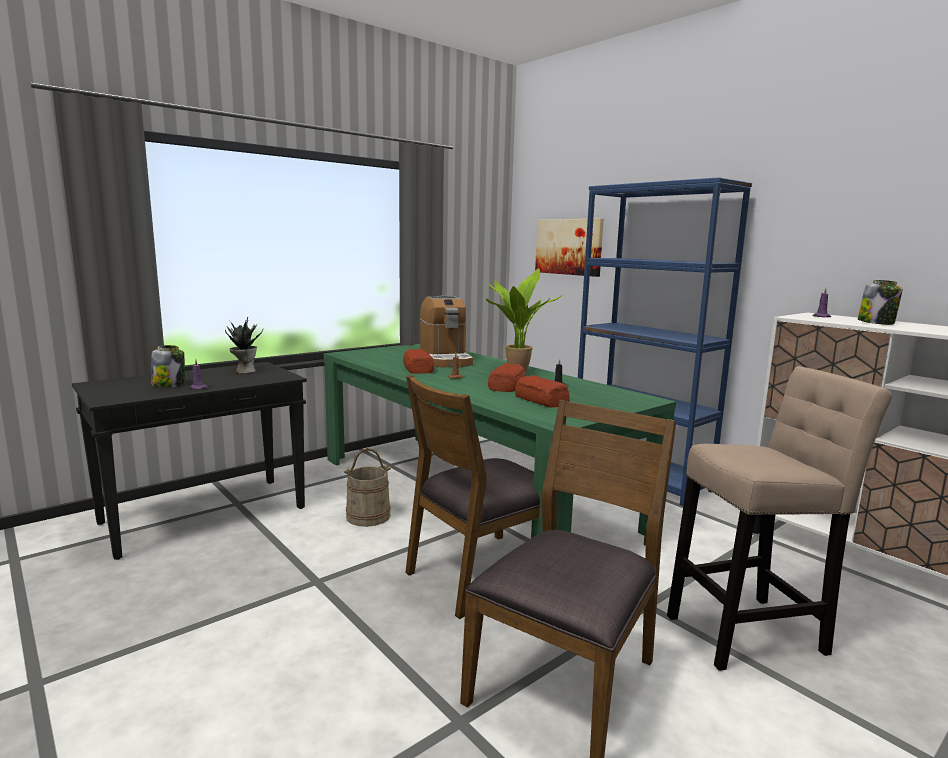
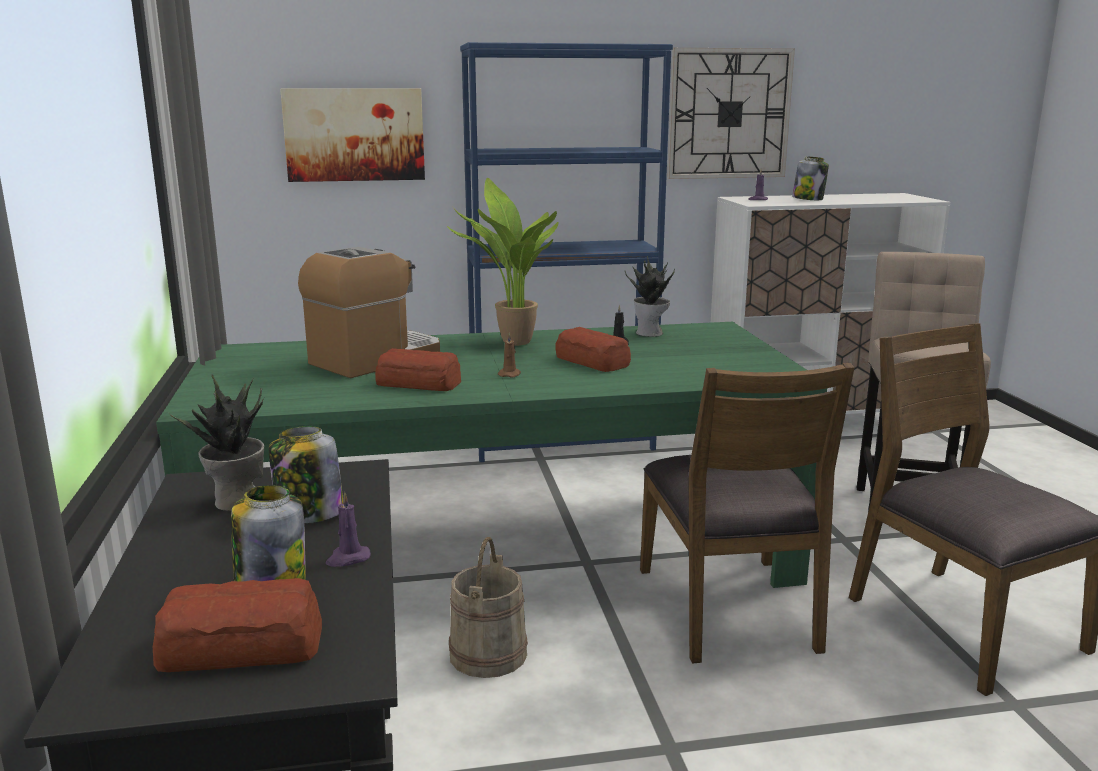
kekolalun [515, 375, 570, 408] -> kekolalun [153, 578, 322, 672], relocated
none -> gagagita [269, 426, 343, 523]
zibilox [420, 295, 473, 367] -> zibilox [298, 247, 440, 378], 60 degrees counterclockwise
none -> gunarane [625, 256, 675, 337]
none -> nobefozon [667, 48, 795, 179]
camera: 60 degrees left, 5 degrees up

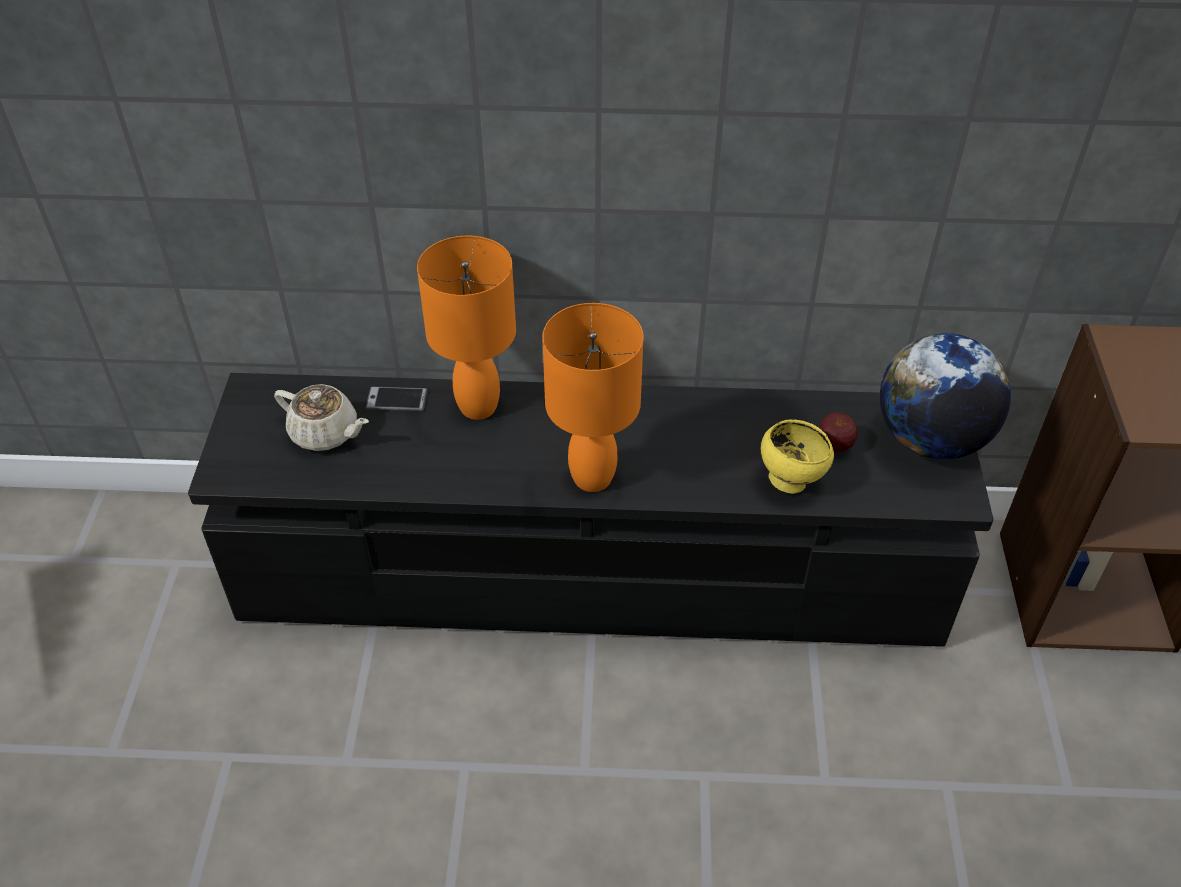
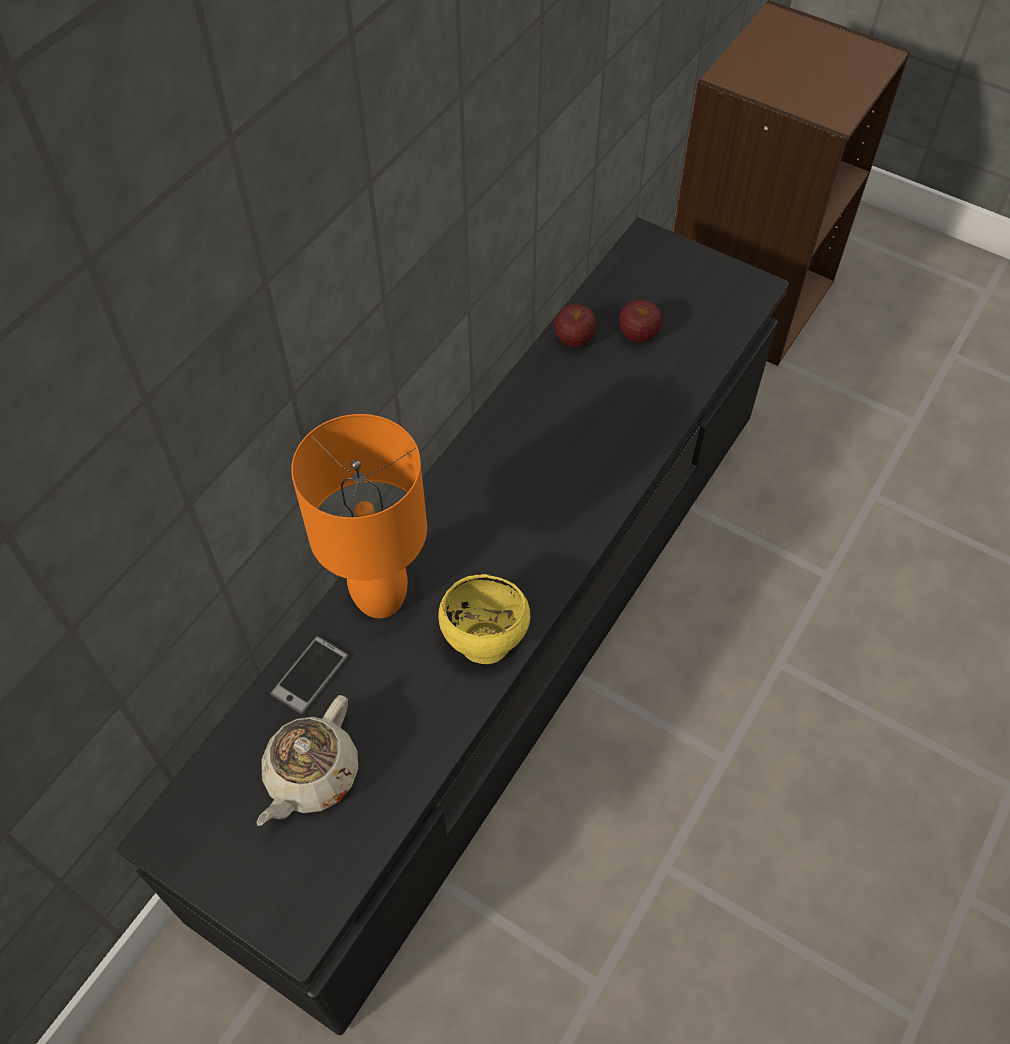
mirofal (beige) [274, 384, 369, 451] -> mirofal (beige) [257, 695, 358, 826], 150 degrees clockwise
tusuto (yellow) [761, 420, 834, 494] -> tusuto (yellow) [438, 574, 530, 664], relocated
none -> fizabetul [555, 304, 596, 348]
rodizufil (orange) [543, 303, 644, 492] -> none
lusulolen [880, 333, 1011, 459] -> none
camera: 60 degrees left, 10 degrees up

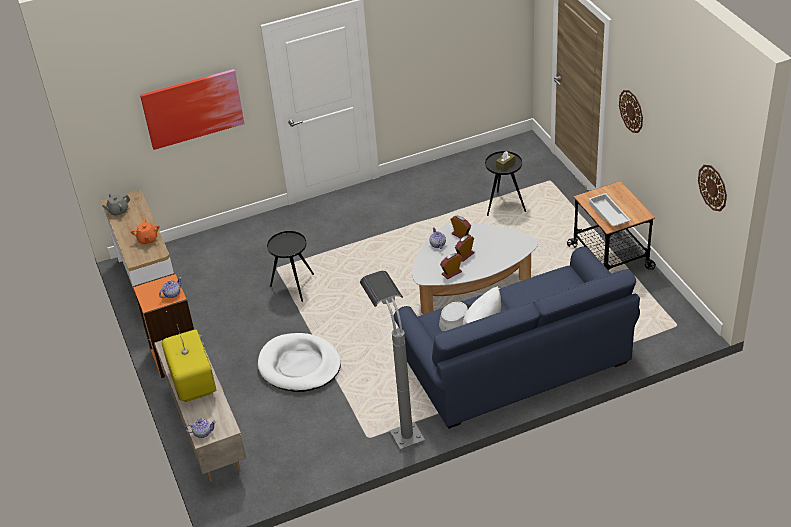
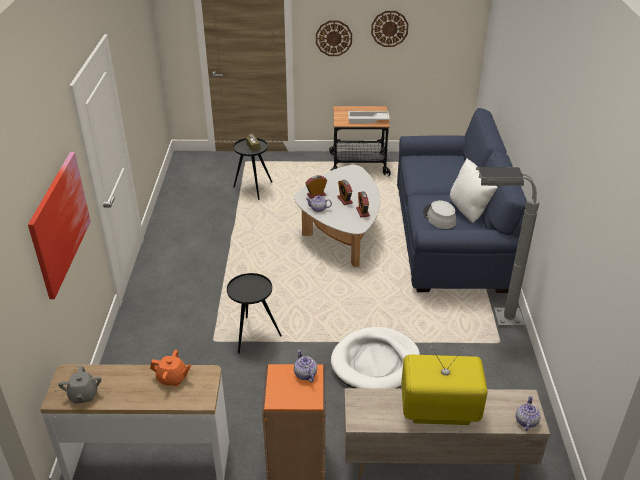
nobefozon [698, 165, 727, 211] -> nobefozon [371, 11, 409, 47], relocated
camera: 70 degrees left, 5 degrees down

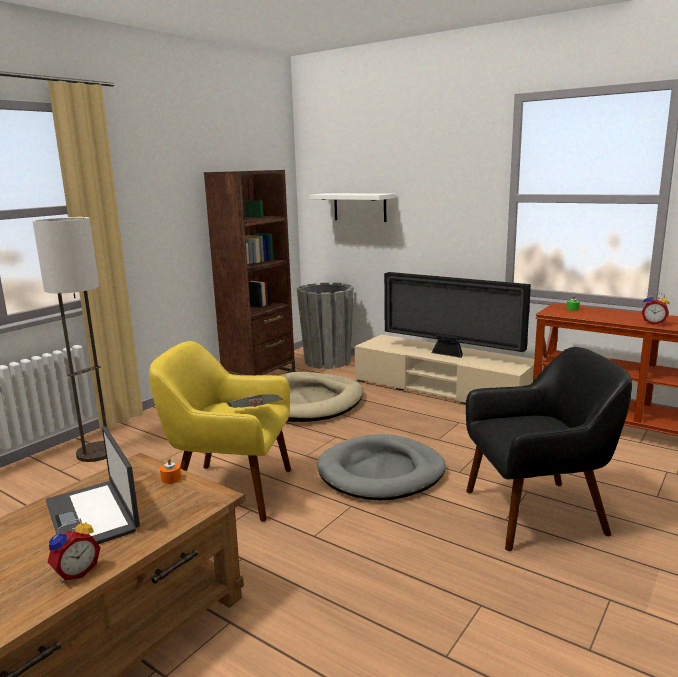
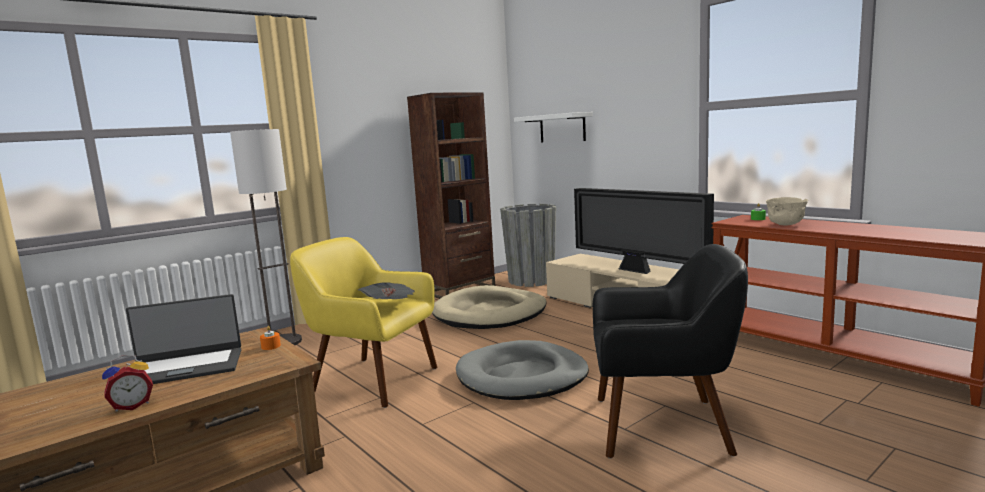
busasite [46, 426, 140, 544] -> busasite [126, 294, 241, 384], 90 degrees counterclockwise
none -> tusuto (beige) [766, 197, 808, 226]
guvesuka [642, 292, 670, 325] -> none
camera: 15 degrees right, 5 degrees down

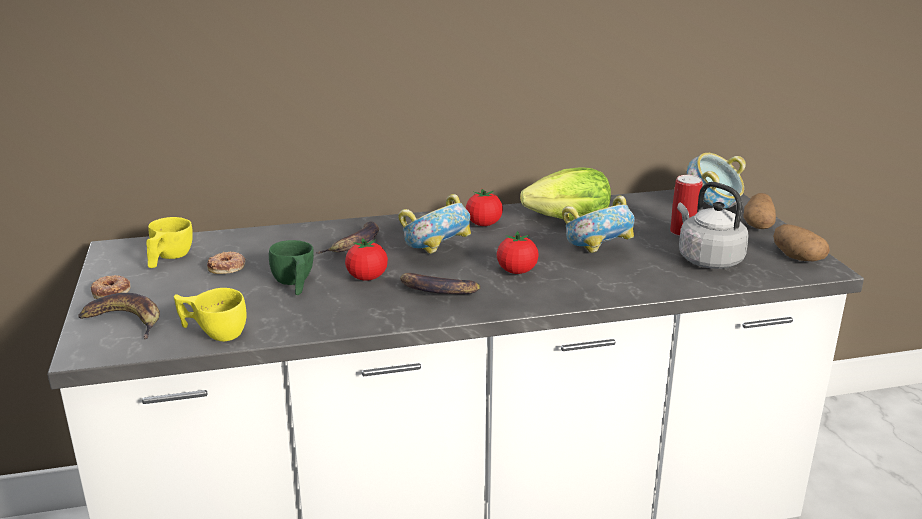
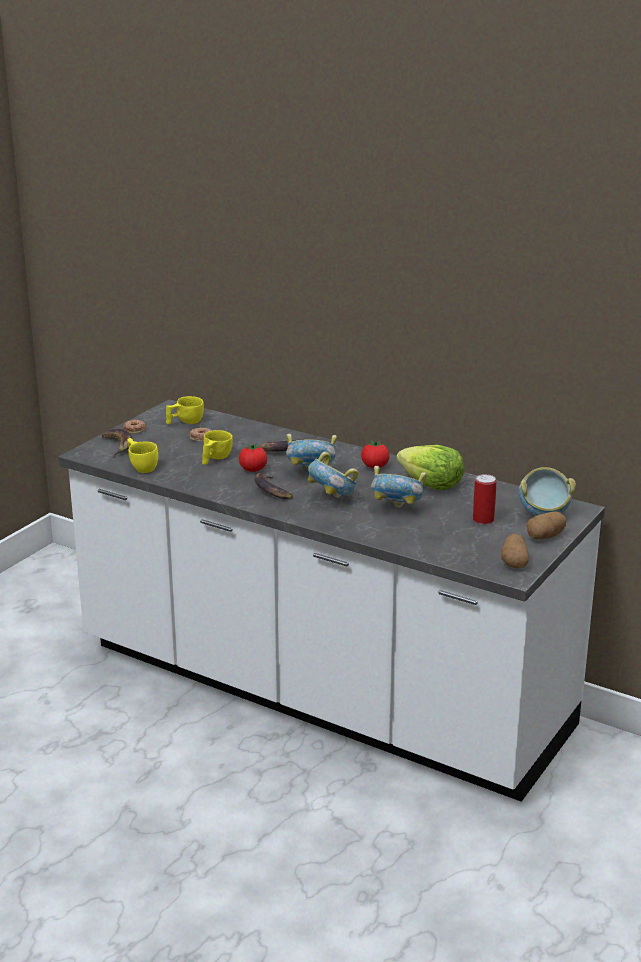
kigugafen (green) [269, 240, 314, 295] -> kigugafen (yellow) [202, 430, 233, 465]
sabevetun [497, 231, 539, 274] -> tusuto [308, 451, 358, 498]
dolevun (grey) [677, 182, 749, 269] -> none
camera: 45 degrees right, 0 degrees up

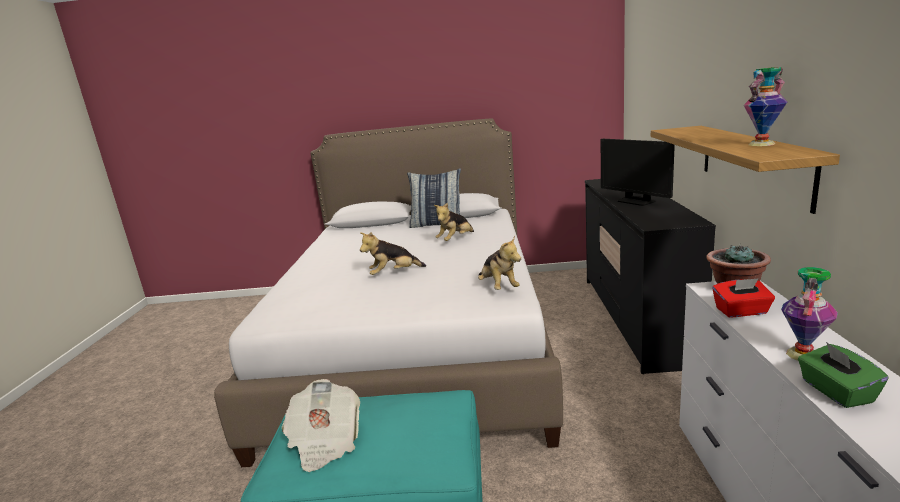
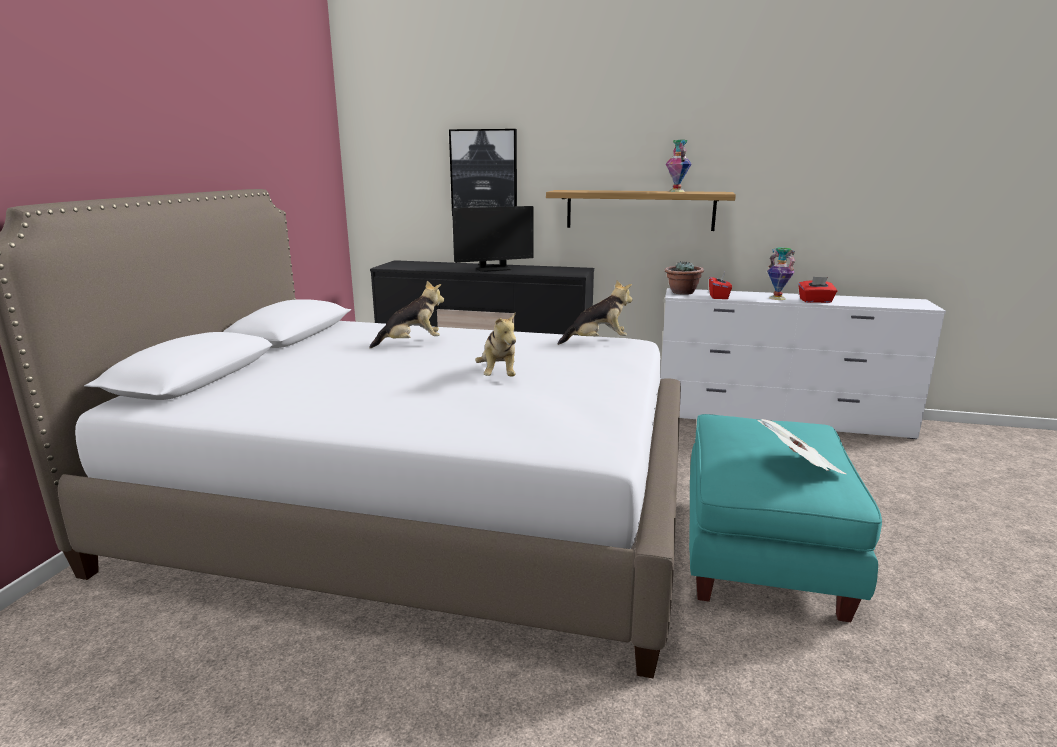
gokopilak [434, 202, 474, 241] -> gokopilak [369, 281, 444, 348], 75 degrees counterclockwise
none -> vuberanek [449, 129, 517, 208]
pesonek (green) [798, 342, 889, 408] -> pesonek (red) [798, 277, 837, 303]
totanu [407, 169, 461, 228] -> none
camera: 80 degrees left, 0 degrees up

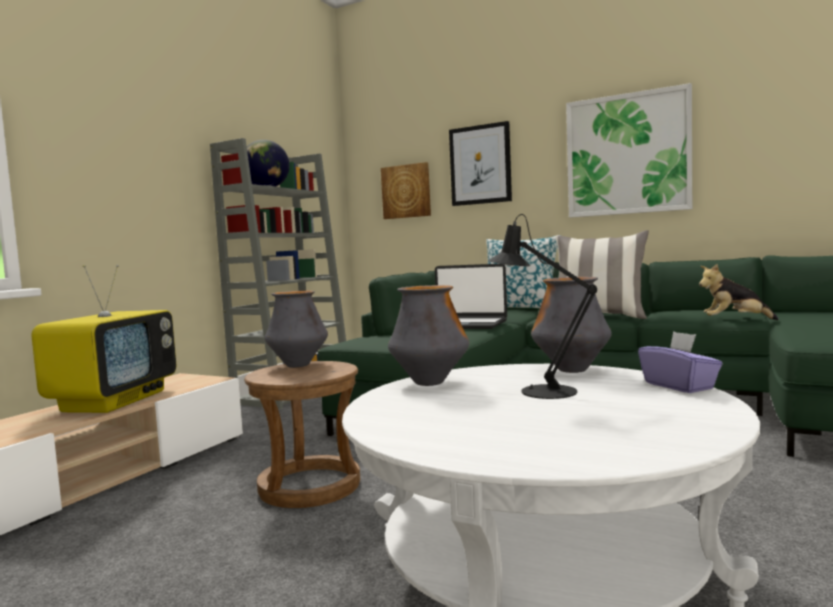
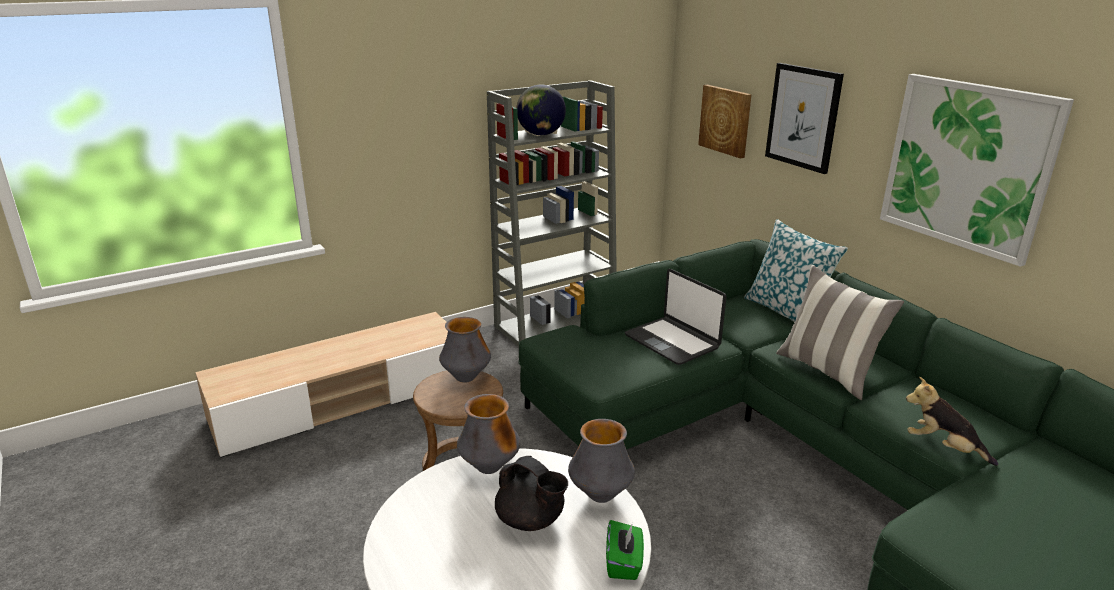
rodizufil (black) [488, 214, 597, 399] -> mirofal (black) [495, 456, 568, 531]
pesonek (purple) [638, 331, 723, 393] -> pesonek (green) [606, 520, 644, 580]
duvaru [31, 265, 176, 413] -> none
camera: 30 degrees right, 20 degrees up

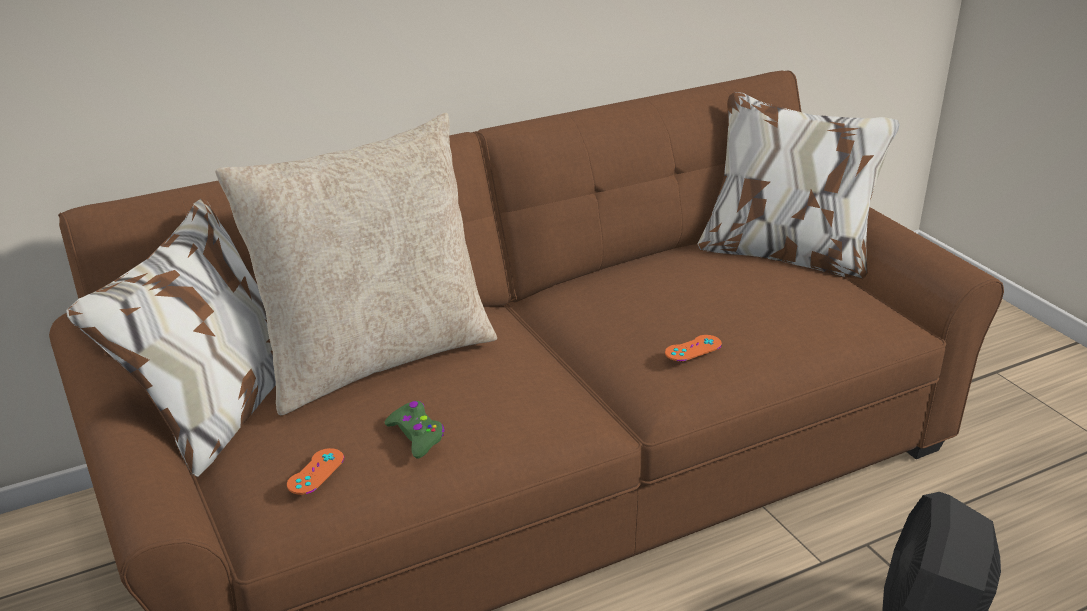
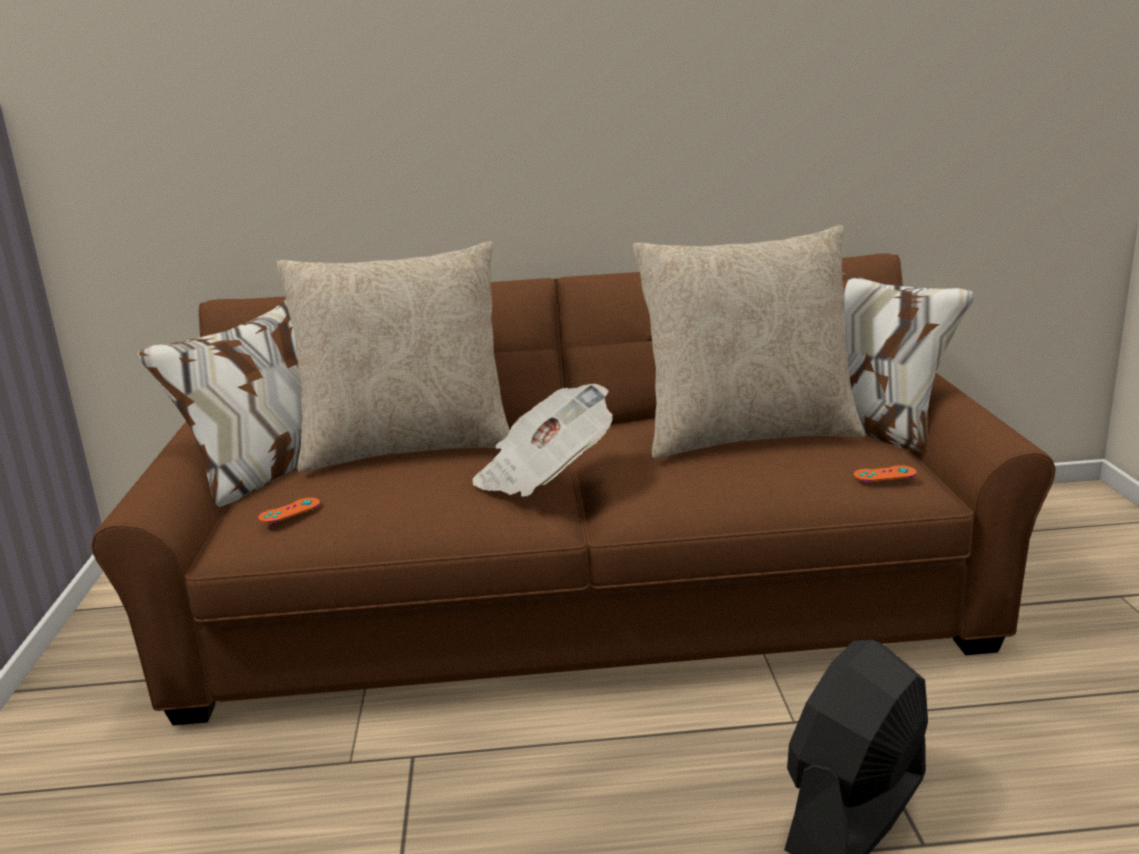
none -> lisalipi [472, 384, 613, 497]
none -> totanu (beige) [633, 225, 865, 458]
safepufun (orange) [665, 335, 722, 361] -> safepufun (orange) [854, 465, 917, 482], relocated
safepufun (green) [385, 401, 445, 458] -> none
camera: 25 degrees right, 10 degrees down

